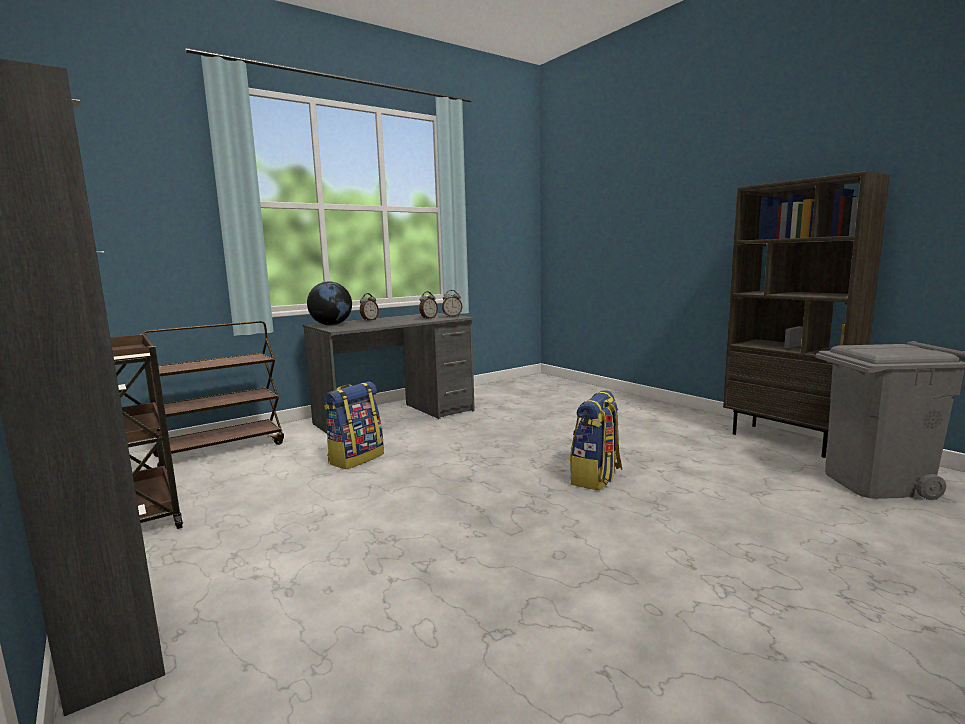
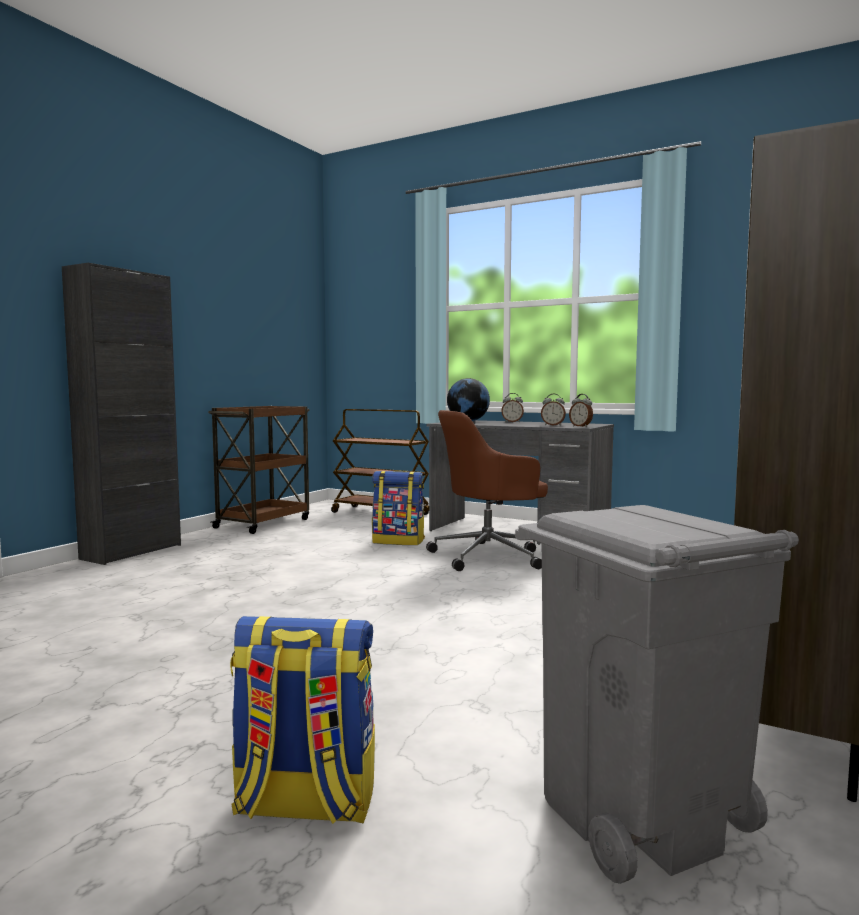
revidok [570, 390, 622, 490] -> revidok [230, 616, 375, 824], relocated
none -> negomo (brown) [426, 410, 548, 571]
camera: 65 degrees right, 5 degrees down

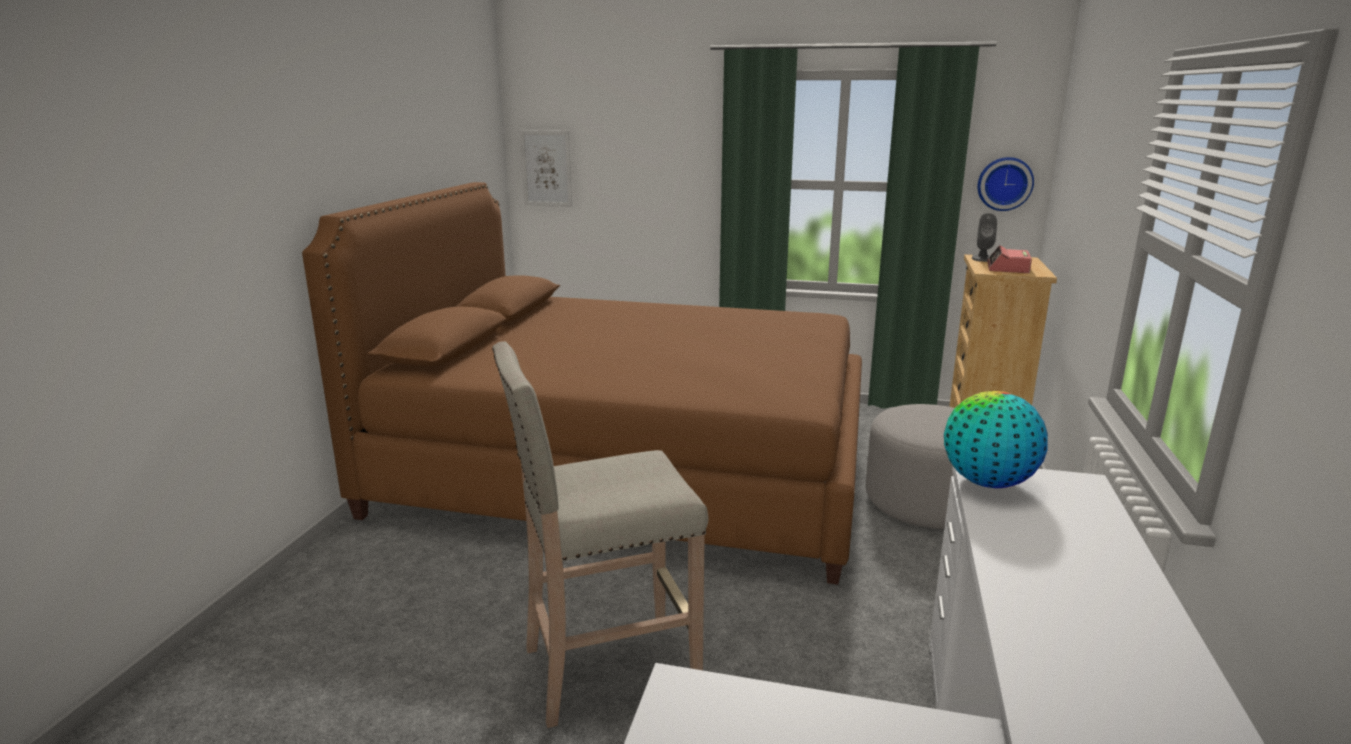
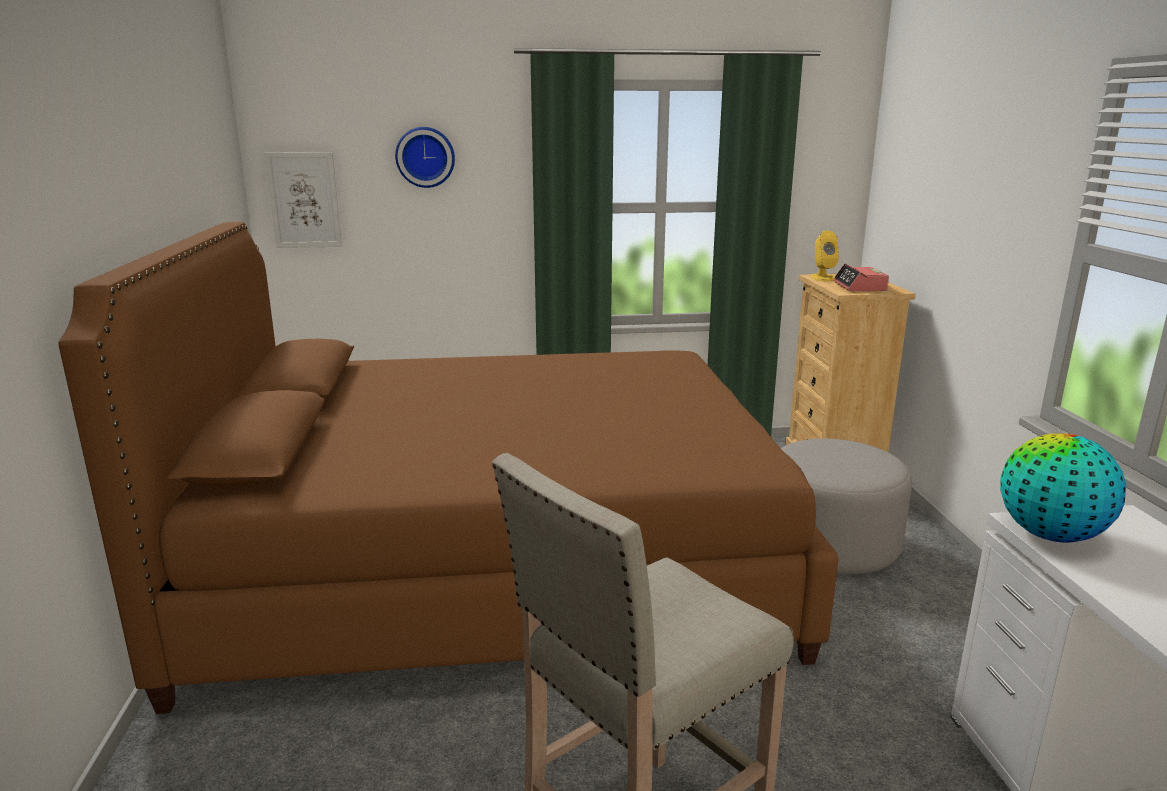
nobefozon [978, 157, 1034, 211] -> nobefozon [395, 127, 455, 188], relocated
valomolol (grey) [972, 213, 997, 262] -> valomolol (yellow) [810, 231, 839, 281]
camera: 20 degrees left, 0 degrees up

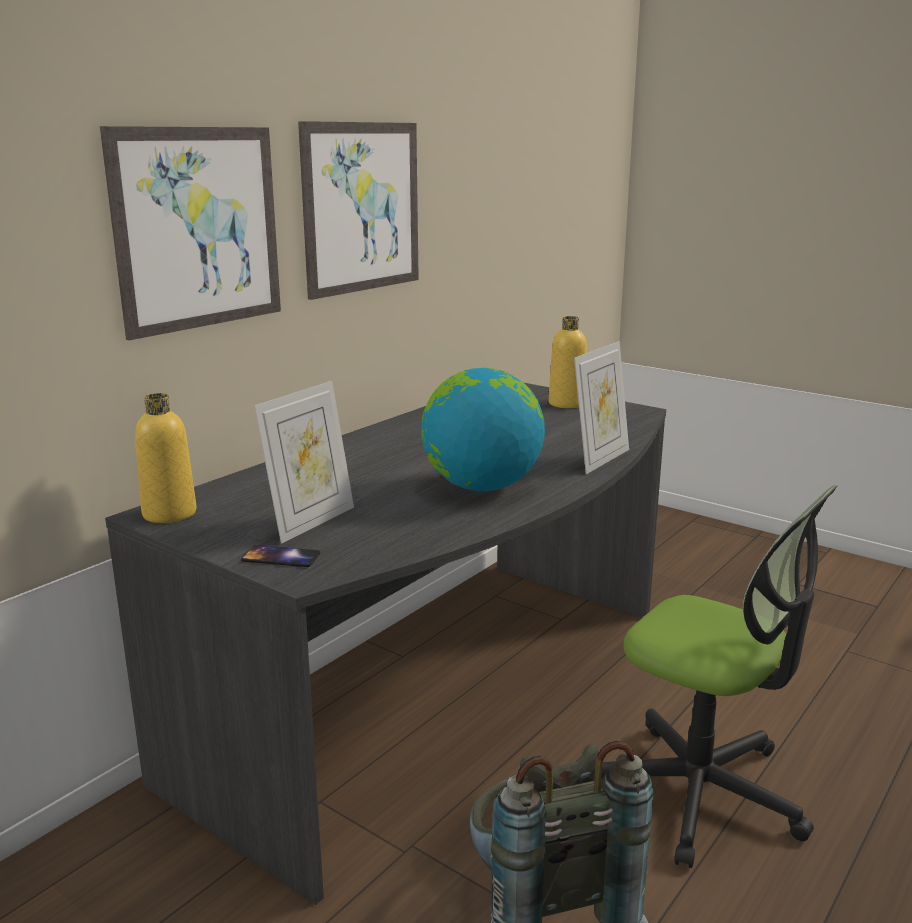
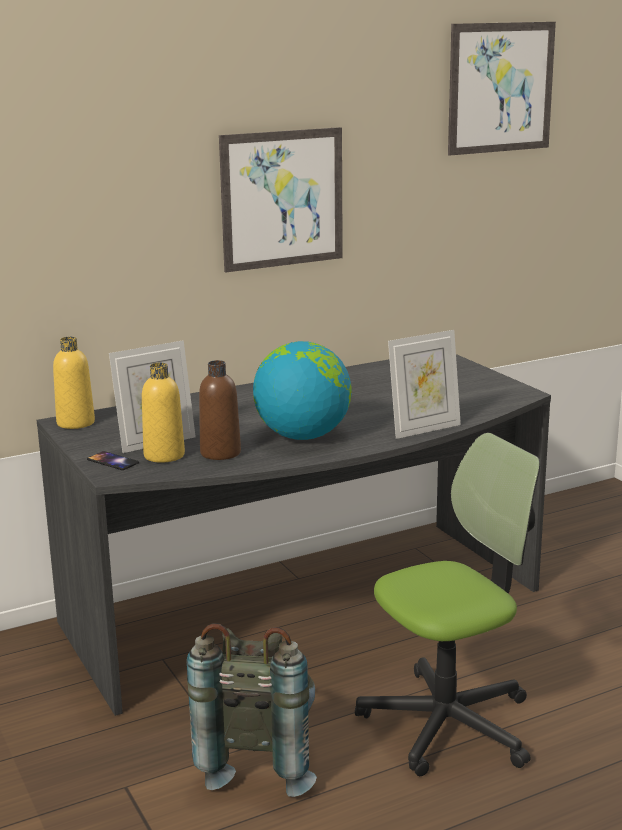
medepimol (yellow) [548, 316, 587, 408] -> medepimol (yellow) [142, 363, 185, 463], relocated
none -> medepimol (brown) [199, 360, 241, 460]
negomo [601, 485, 837, 868] -> negomo [355, 433, 540, 776], 90 degrees counterclockwise
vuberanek [100, 126, 281, 340] -> vuberanek [448, 22, 556, 155], relocated
camera: 25 degrees right, 0 degrees up

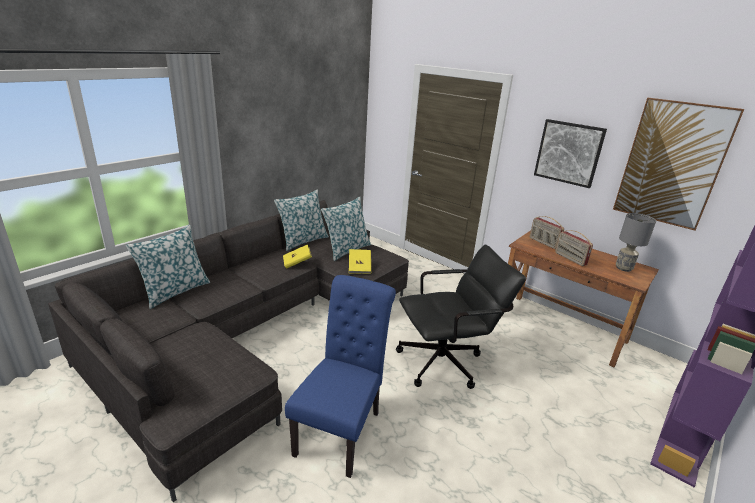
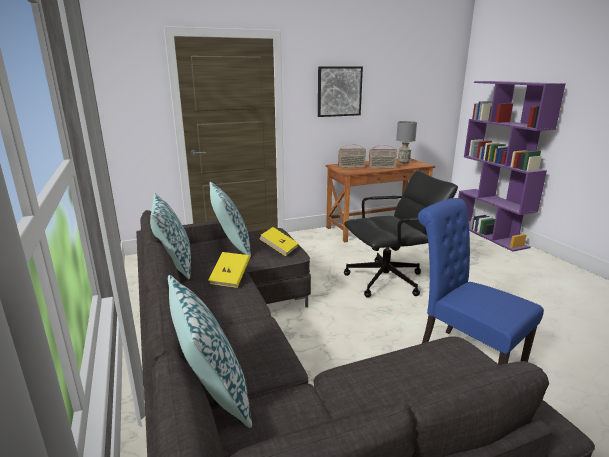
negomo (black) [396, 245, 526, 389] -> negomo (black) [344, 171, 458, 298], 60 degrees clockwise
vuberanek [613, 98, 744, 230] -> none
camera: 60 degrees left, 5 degrees down

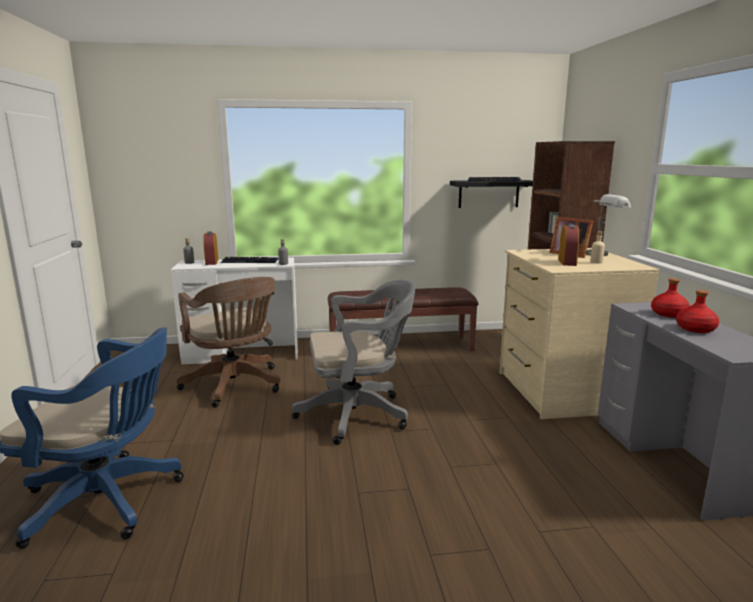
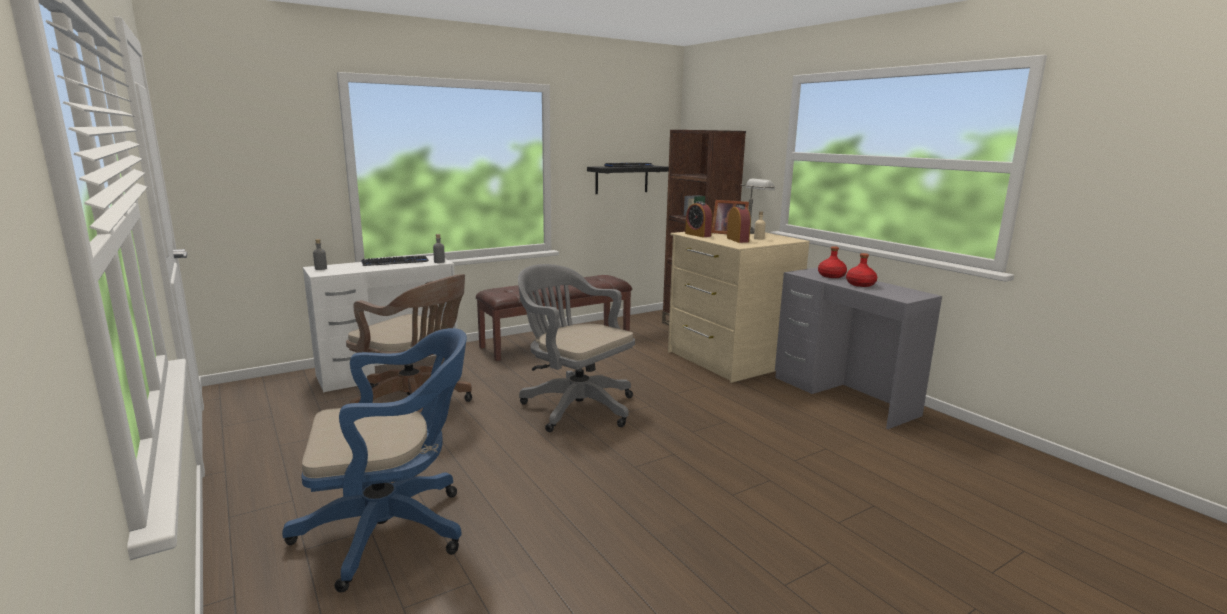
negomo (grey) [292, 279, 416, 445] -> negomo (grey) [518, 264, 635, 432], 105 degrees counterclockwise
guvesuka [203, 232, 218, 265] -> guvesuka [685, 201, 712, 237], relocated
camera: 25 degrees left, 0 degrees up

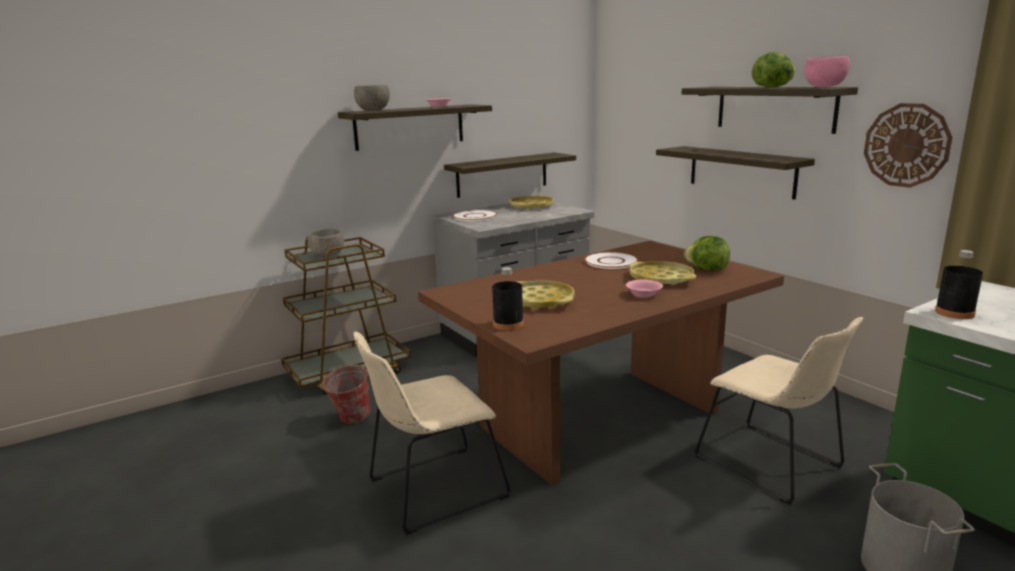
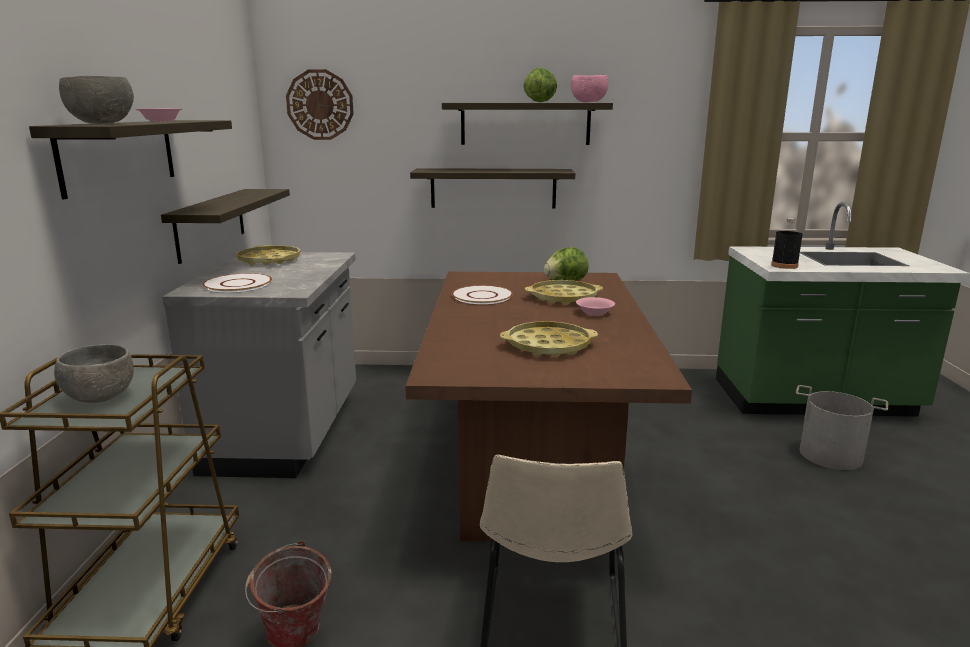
nobefozon [864, 103, 952, 188] -> nobefozon [286, 69, 354, 140], relocated
medepimol (black) [492, 267, 524, 330] -> none
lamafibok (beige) [695, 317, 863, 505] -> none
camera: 55 degrees left, 0 degrees up

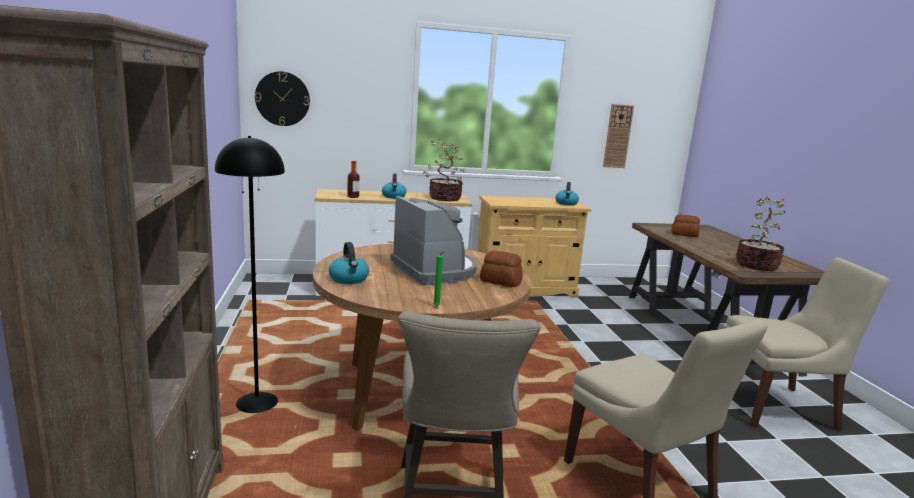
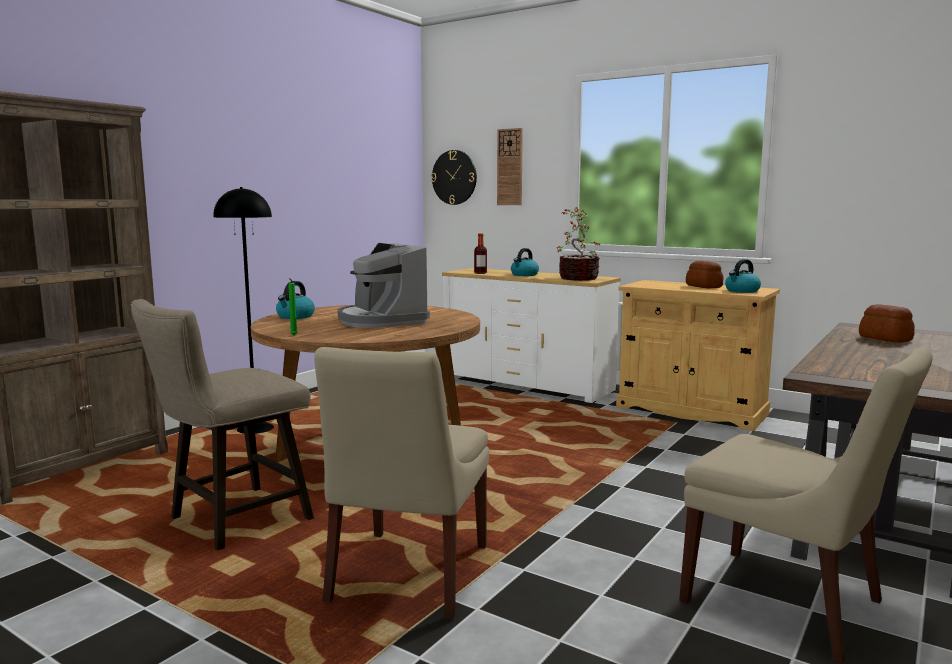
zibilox [391, 196, 477, 285] -> zibilox [338, 243, 430, 328], 135 degrees clockwise
nobefozon [603, 104, 634, 168] -> nobefozon [497, 128, 523, 205], relocated
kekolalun [480, 250, 523, 287] -> kekolalun [686, 261, 723, 288], relocated
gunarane [736, 197, 786, 271] -> none
camera: 45 degrees right, 5 degrees down

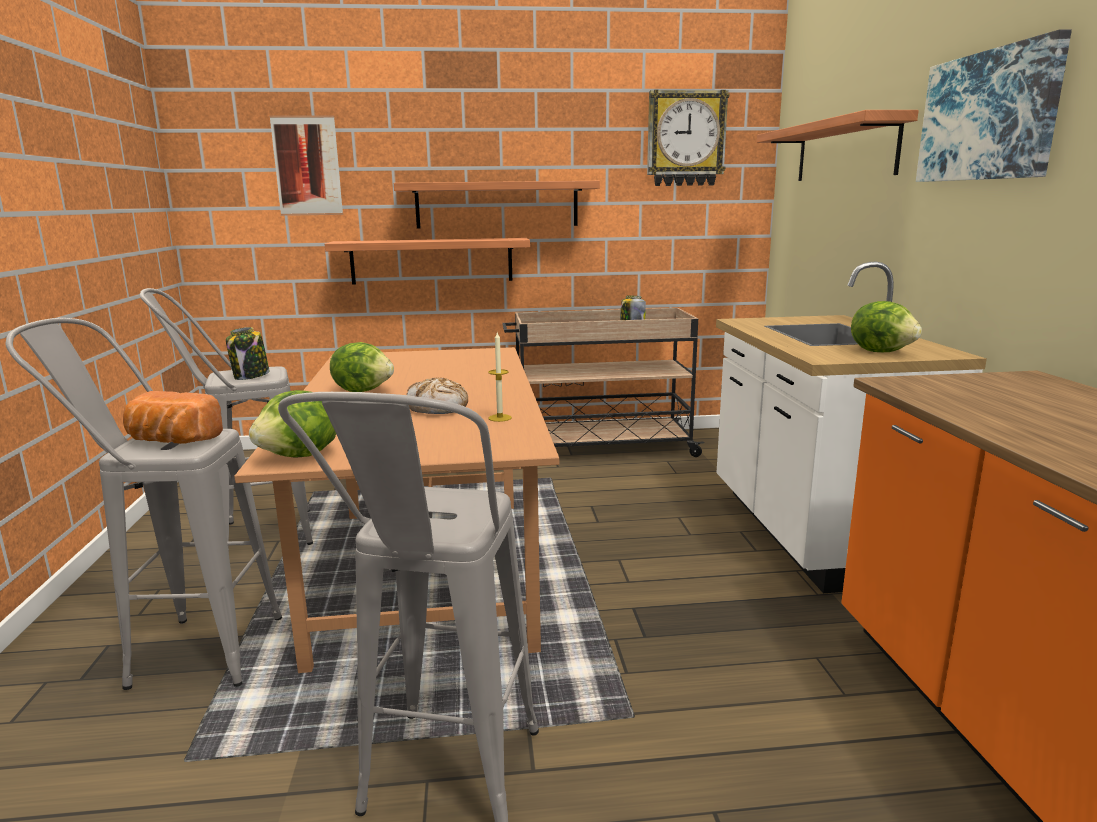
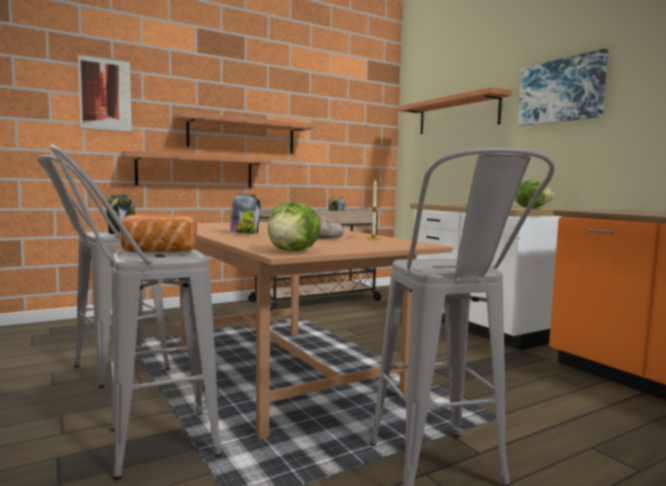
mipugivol [330, 342, 394, 392] -> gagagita [230, 193, 260, 234]
nobefozon [647, 90, 729, 186] -> none
camera: 25 degrees left, 10 degrees down

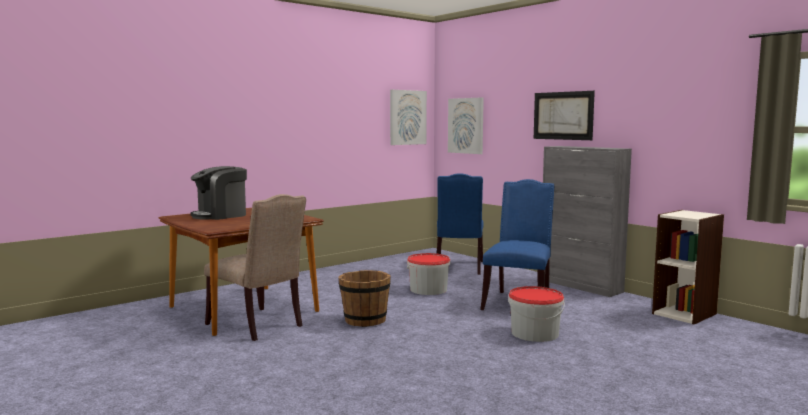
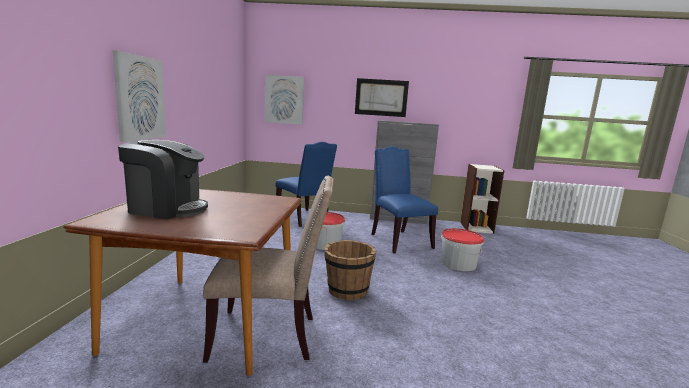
vuberanek [390, 90, 427, 145] -> vuberanek [113, 50, 166, 142], relocated
zibilox [191, 166, 247, 220] -> zibilox [118, 140, 208, 219], 90 degrees counterclockwise
camera: 45 degrees left, 5 degrees up

